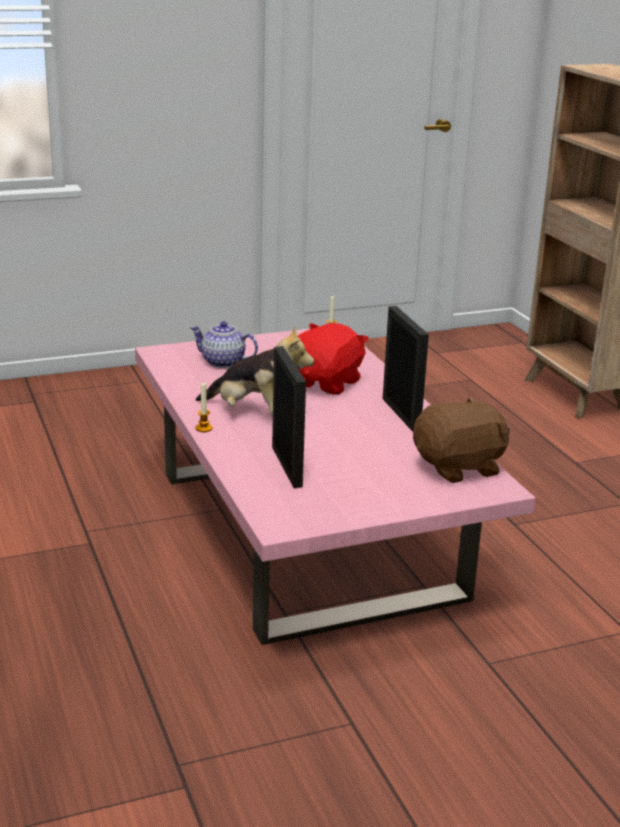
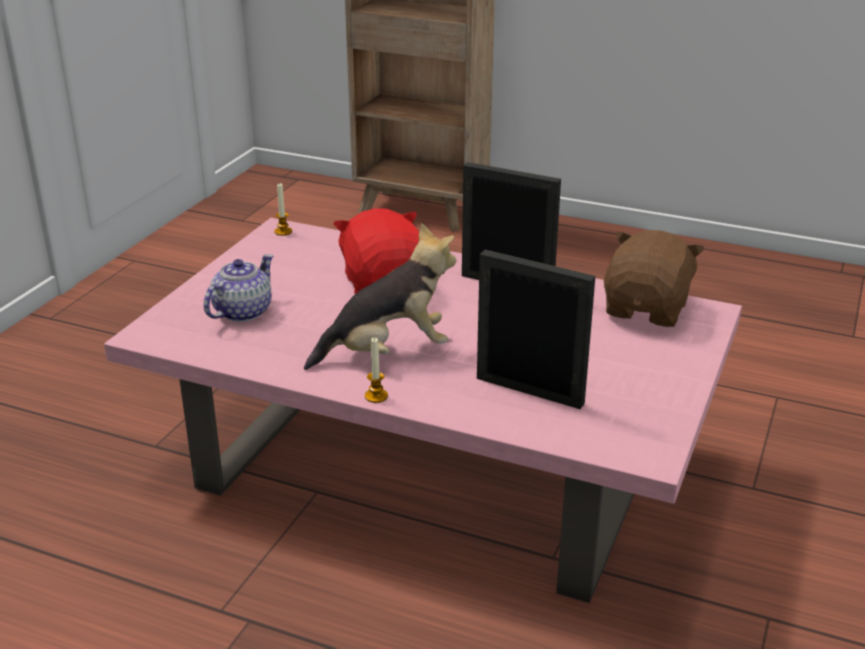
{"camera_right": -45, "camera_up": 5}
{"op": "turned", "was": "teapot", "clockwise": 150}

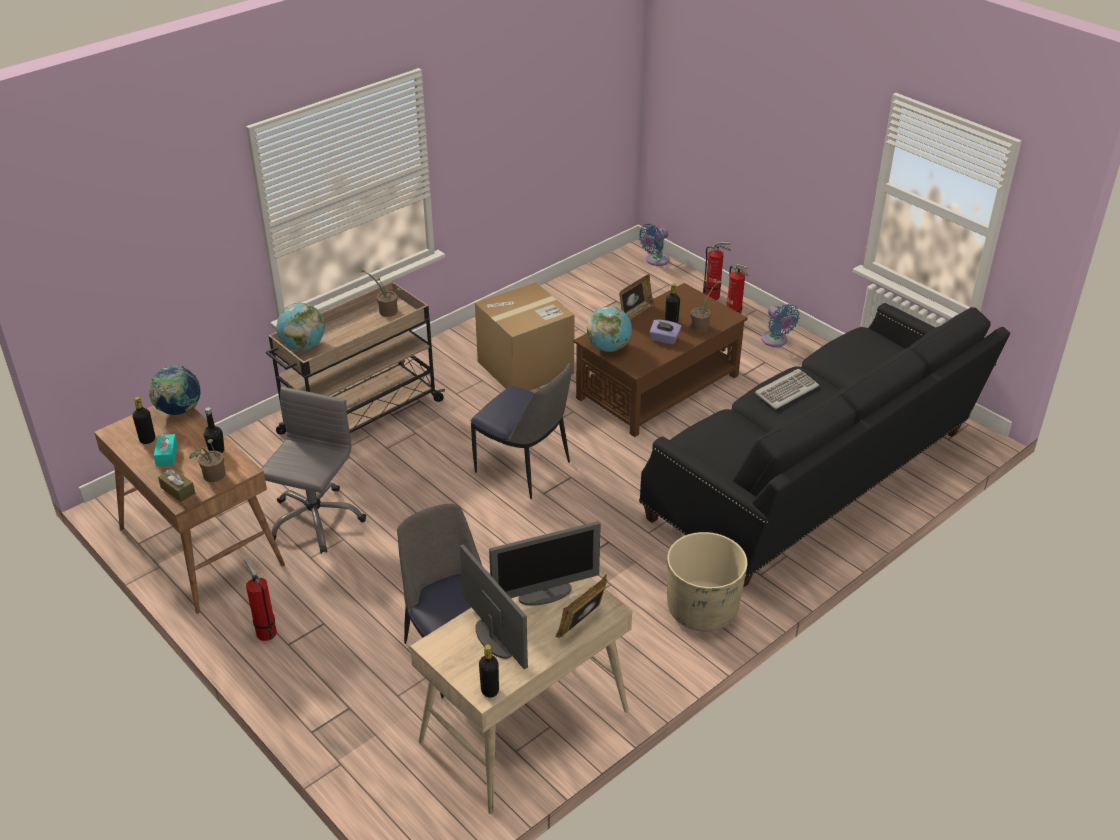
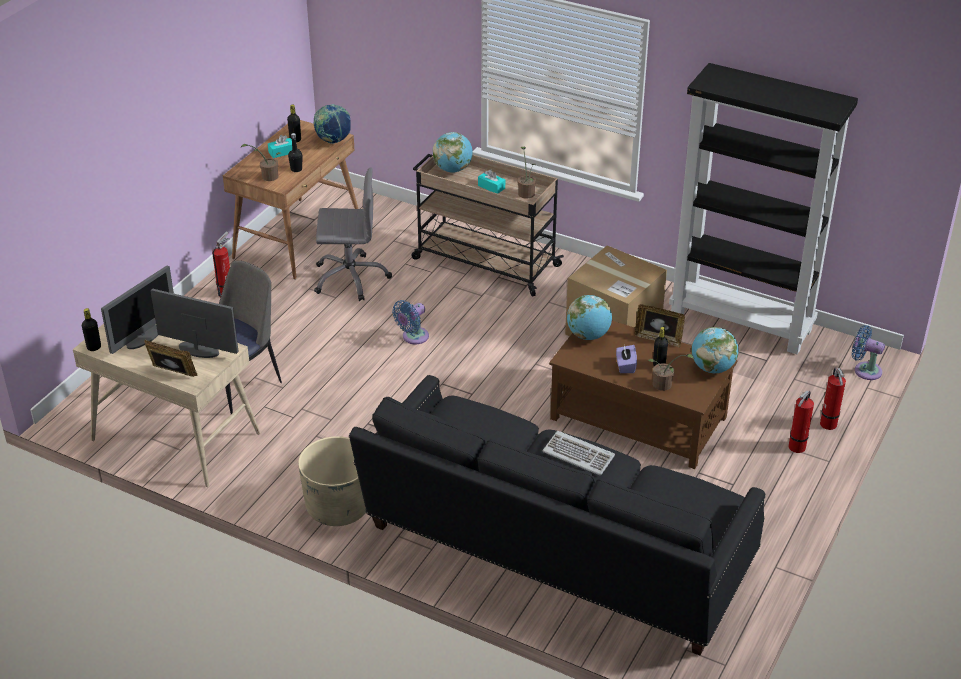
{"camera_right": 70, "camera_up": 0}
{"op": "removed", "was": "tissue box in brownish"}
{"op": "removed", "was": "plain chair (2nd from left)"}
{"op": "turned", "was": "computer screen (2nd from left)", "clockwise": 150}
{"op": "moved", "was": "cooling fan in blue-coloured (2nd from left in the first image)", "now": "cooling fan in blue-coloured (1st from left)"}
{"op": "added", "now": "tissue box in turquoise (2nd from left)"}
{"op": "added", "now": "bookcase in black"}
{"op": "added", "now": "world globe (4th from left)"}

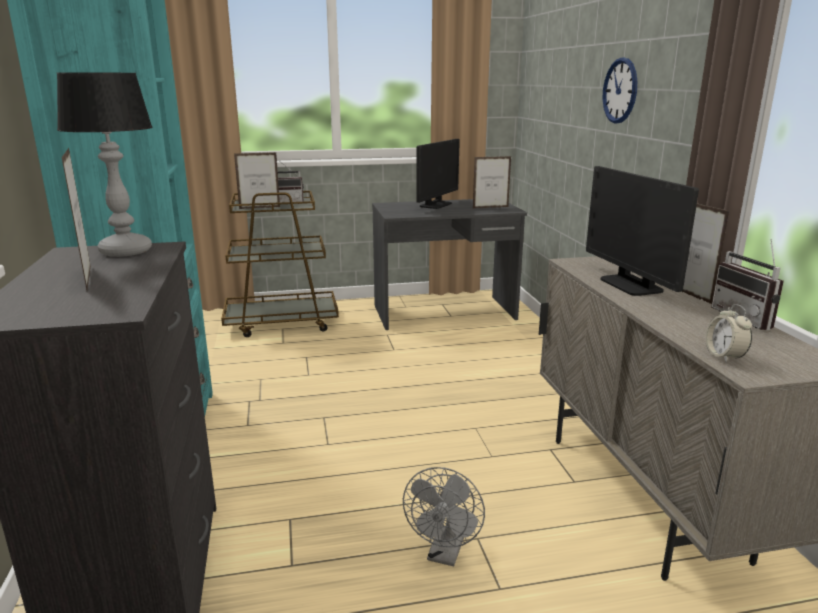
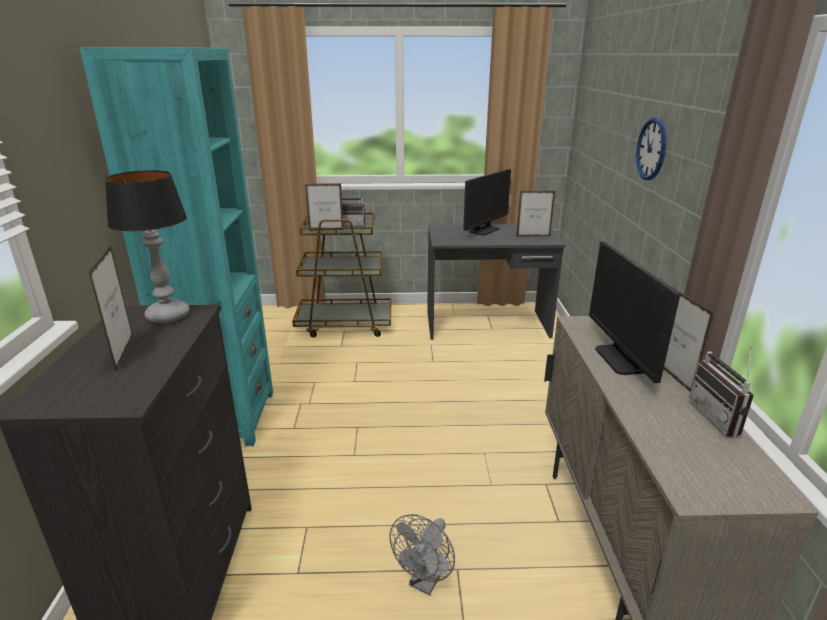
{"camera_right": 10, "camera_up": 5}
{"op": "removed", "was": "table clock"}

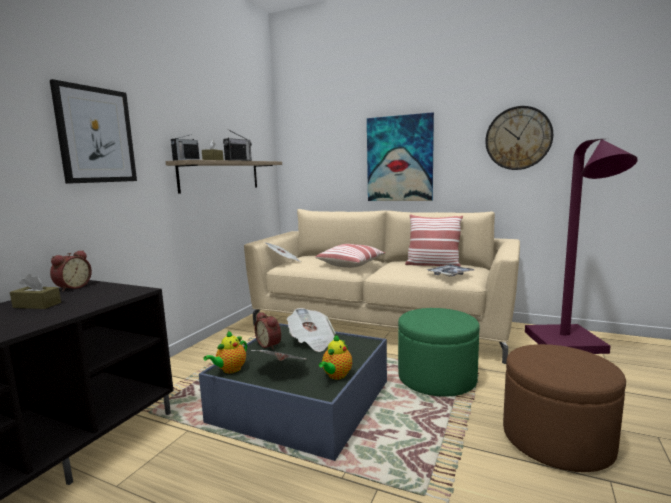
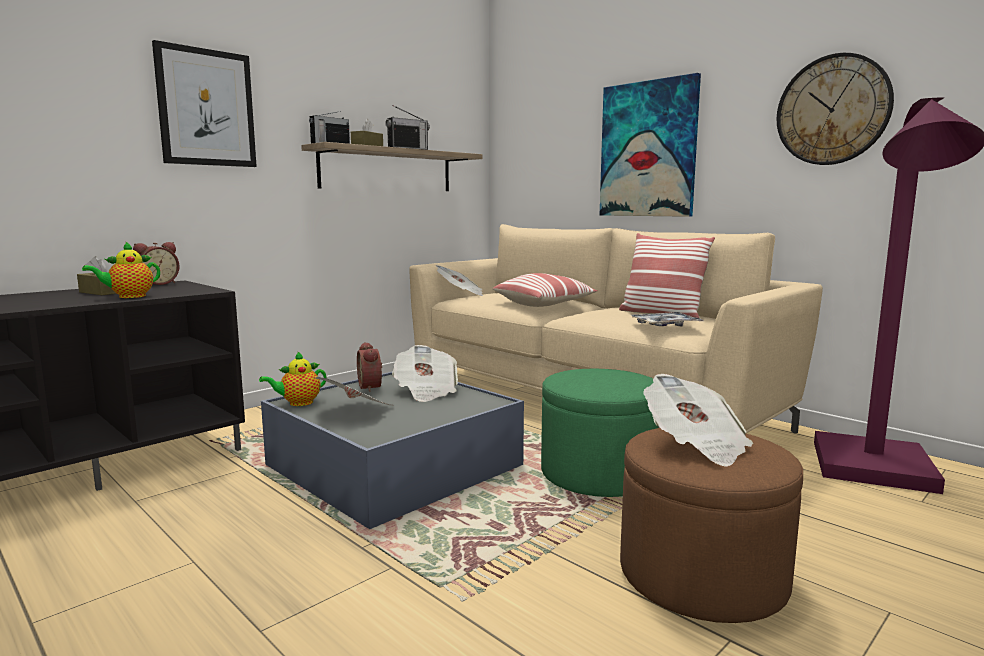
{"camera_right": 20, "camera_up": 0}
{"op": "moved", "was": "teapot (2nd from left in the first image)", "now": "teapot (1st from left)"}
{"op": "added", "now": "printed paper (4th from left)"}

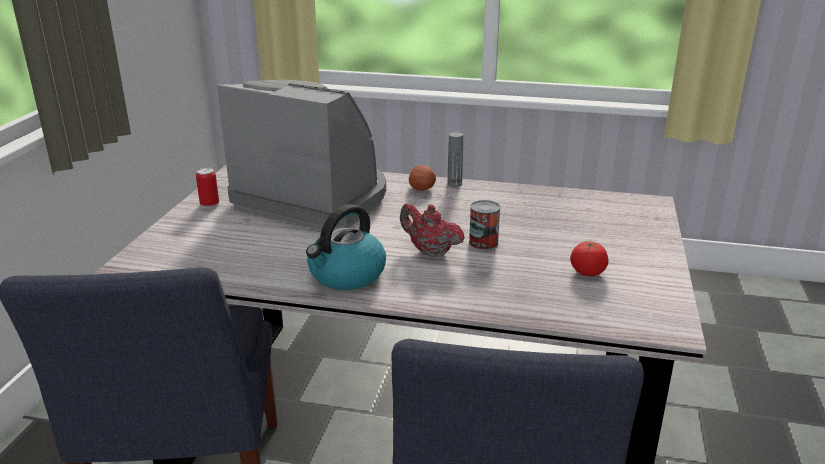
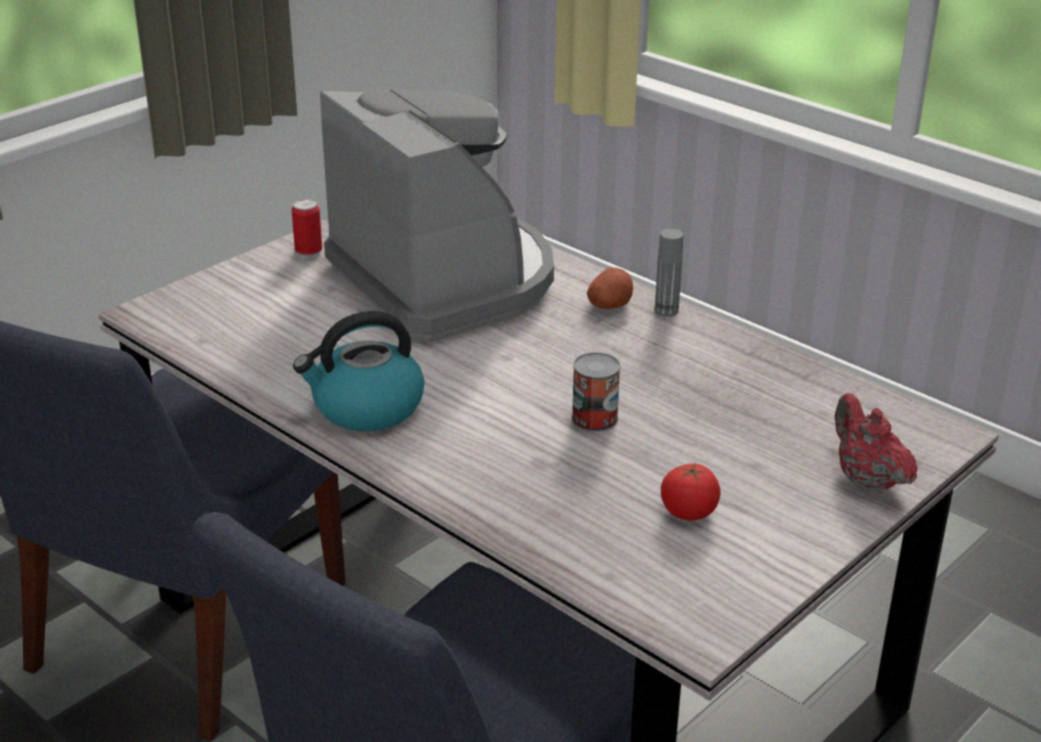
{"camera_right": 30, "camera_up": 5}
{"op": "moved", "was": "teapot in red-coloured"}

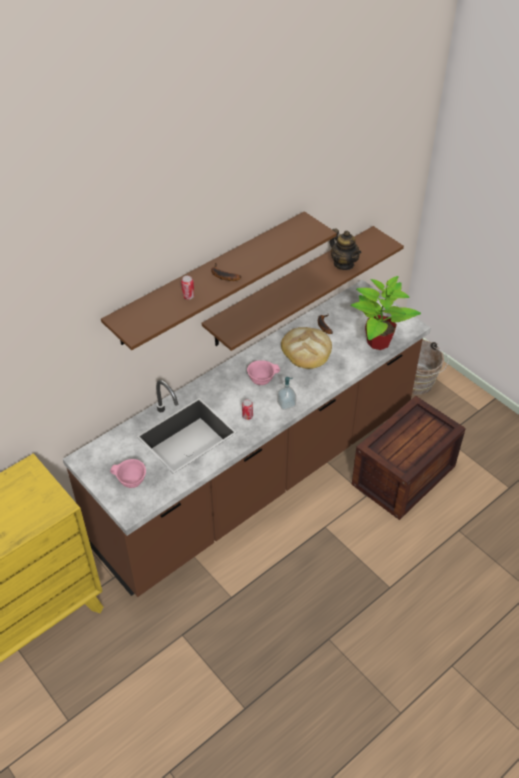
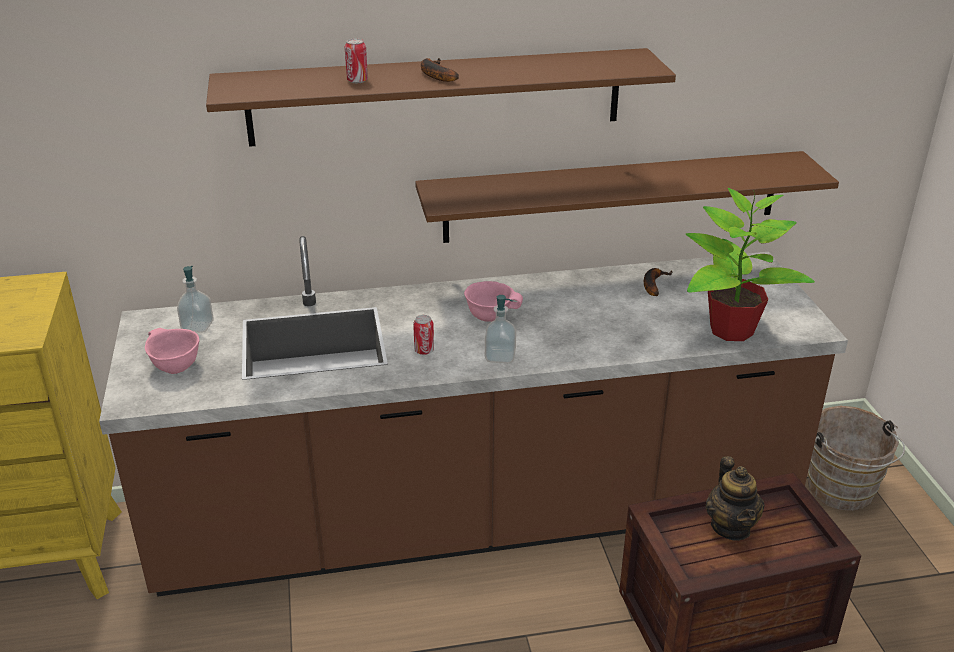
{"camera_right": 30, "camera_up": -15}
{"op": "removed", "was": "bakery bread"}
{"op": "moved", "was": "teapot"}
{"op": "added", "now": "soap dispenser (1st from left)"}

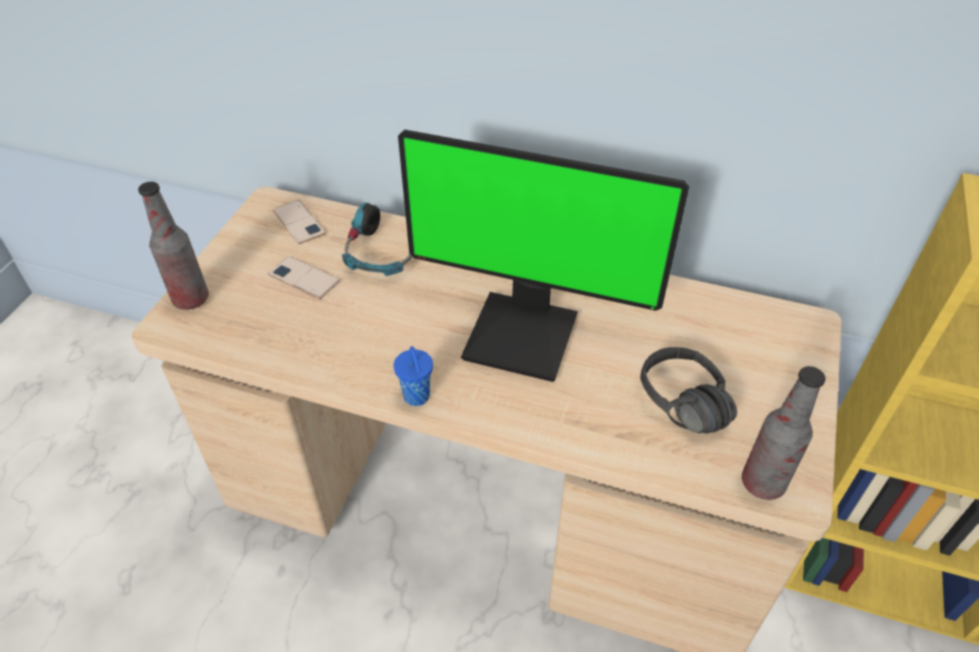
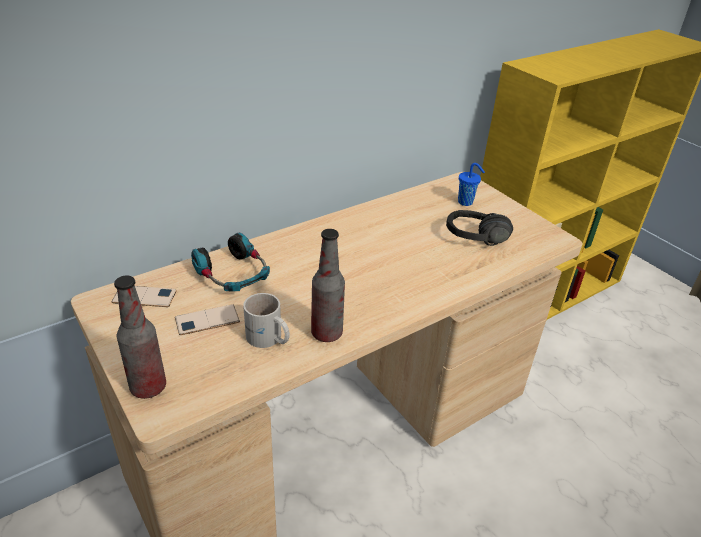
{"camera_right": -55, "camera_up": -10}
{"op": "moved", "was": "cup in blue-coloured"}
{"op": "removed", "was": "computer screen"}
{"op": "moved", "was": "drink bottle (2nd from left)"}
{"op": "added", "now": "coffee mug in whitish"}

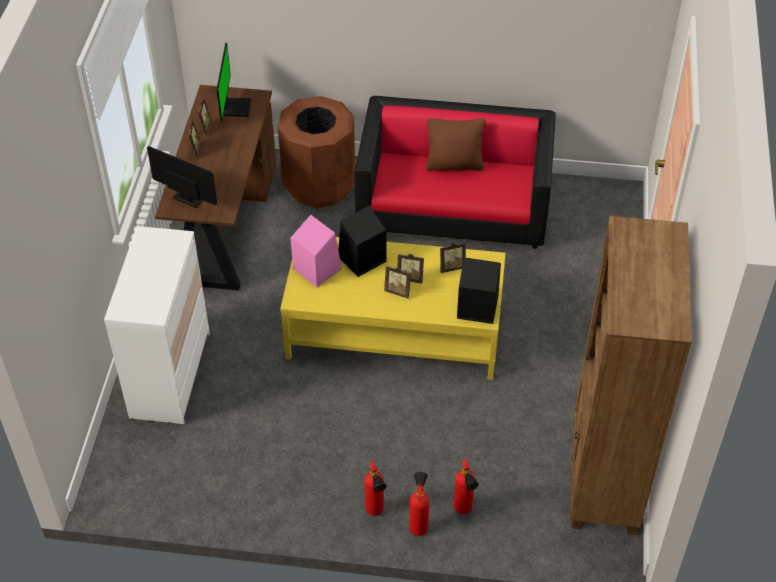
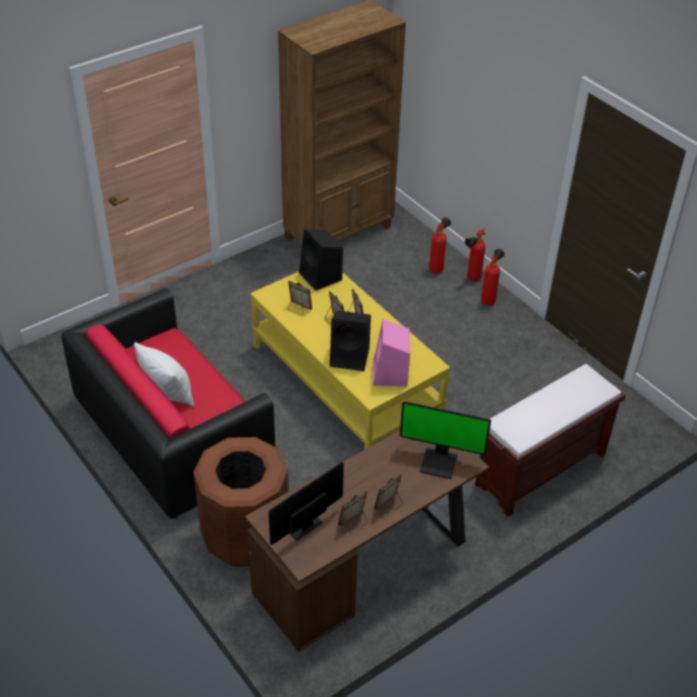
{"camera_right": -135, "camera_up": -5}
{"op": "replaced", "was": "drawer chest in whitish", "now": "long seat in brownish"}
{"op": "turned", "was": "computer screen (1st from left in the first image)", "clockwise": -60}
{"op": "recoloured", "was": "throw pillow in brownish", "now": "throw pillow in whitish"}

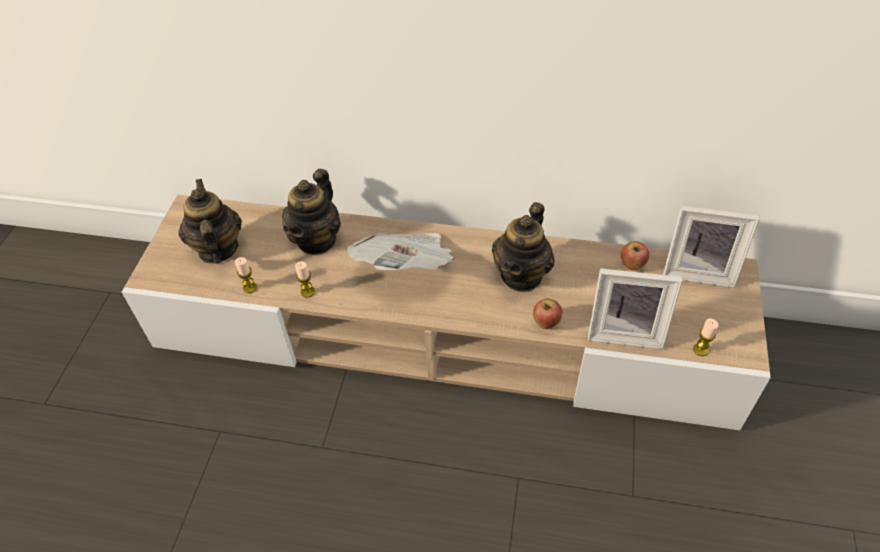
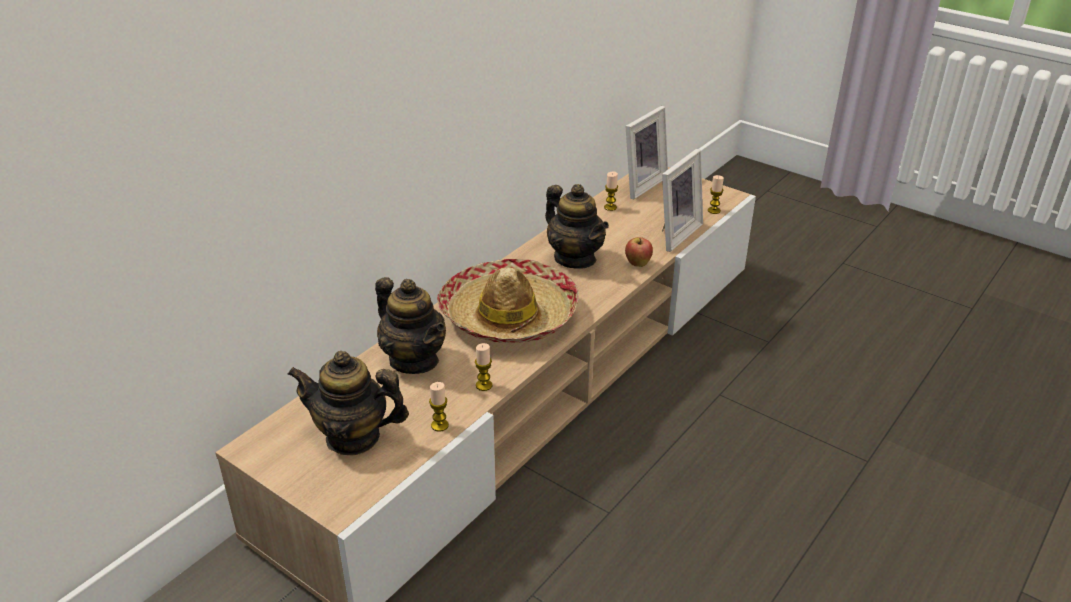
{"camera_right": -65, "camera_up": -15}
{"op": "replaced", "was": "printed paper", "now": "hat"}
{"op": "replaced", "was": "apple fruit (2nd from left)", "now": "wax light (3rd from left)"}

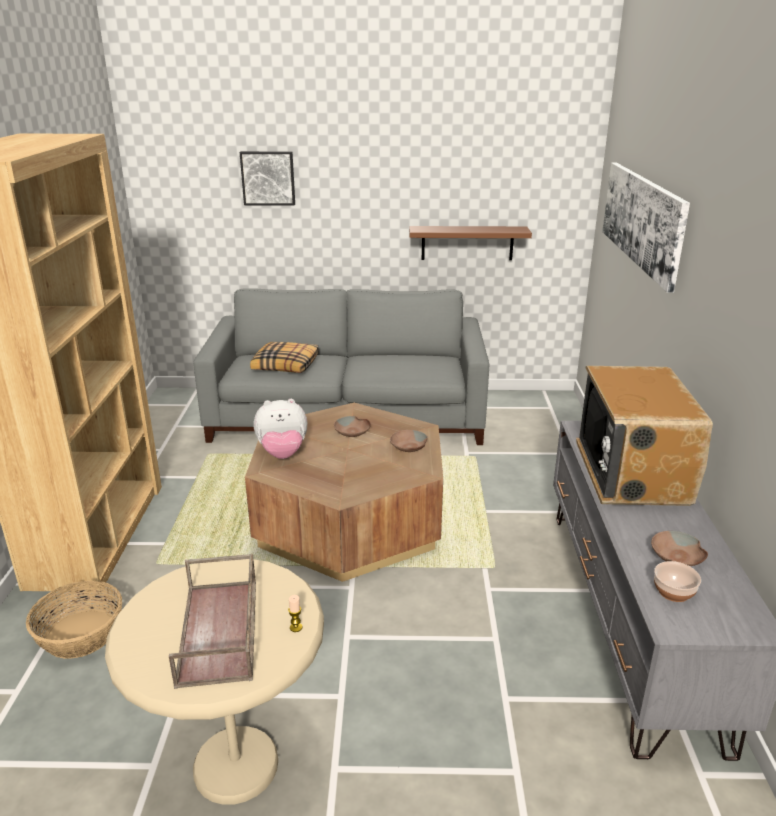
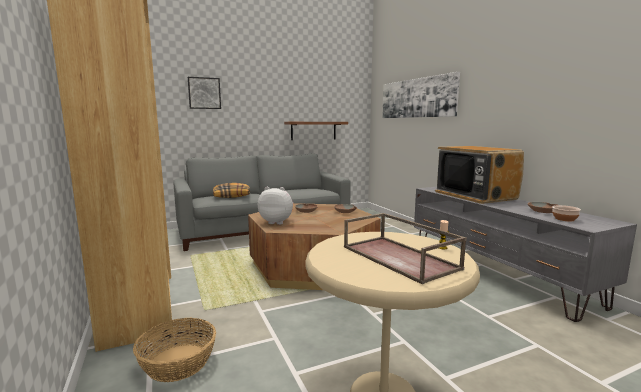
{"camera_right": -25, "camera_up": -15}
{"op": "turned", "was": "plush toy", "clockwise": -135}

